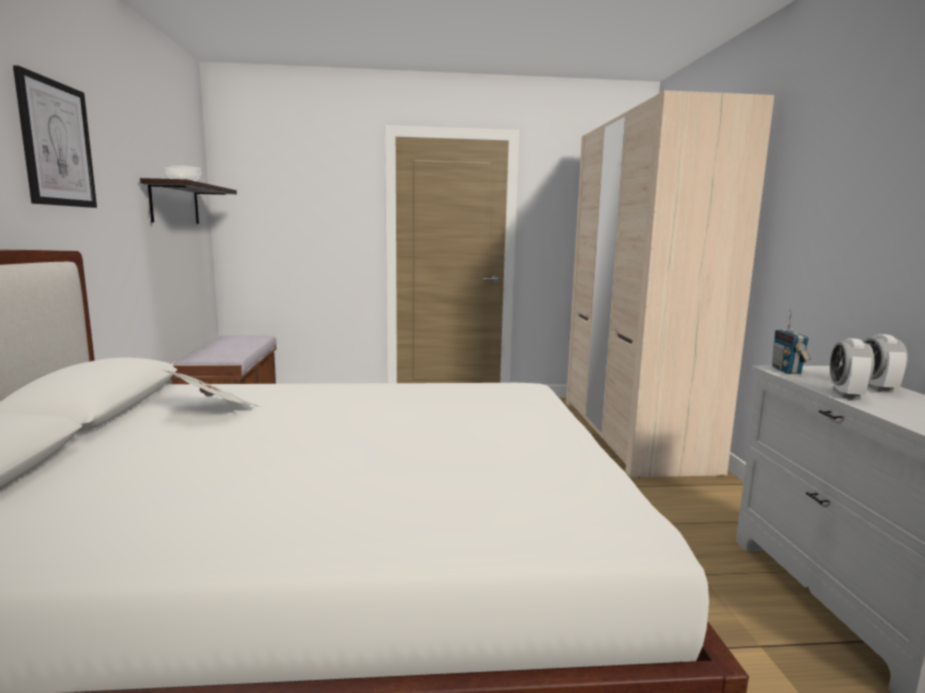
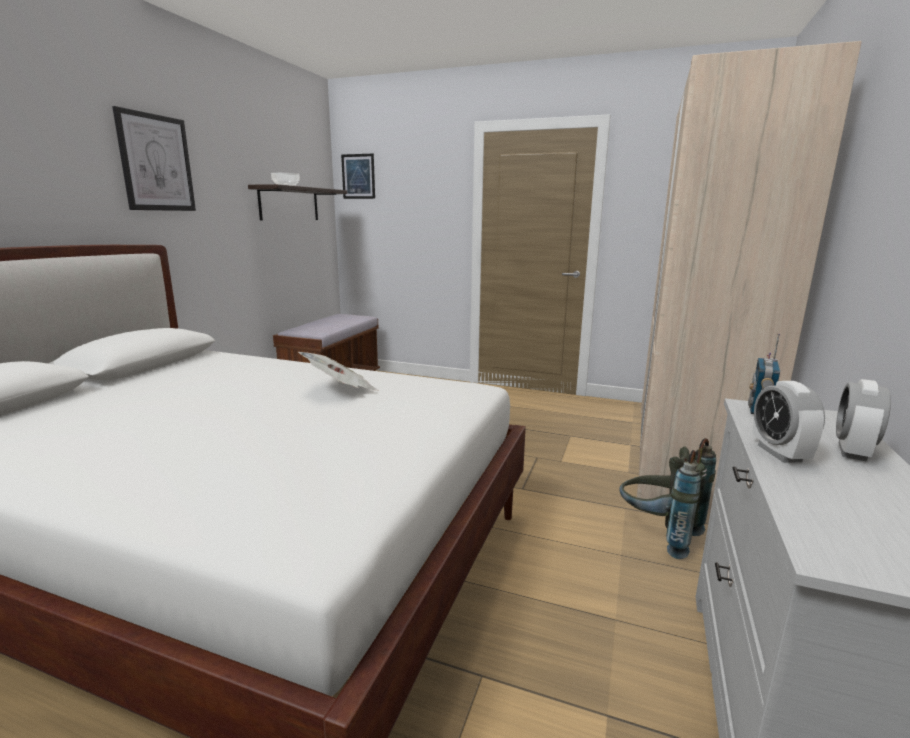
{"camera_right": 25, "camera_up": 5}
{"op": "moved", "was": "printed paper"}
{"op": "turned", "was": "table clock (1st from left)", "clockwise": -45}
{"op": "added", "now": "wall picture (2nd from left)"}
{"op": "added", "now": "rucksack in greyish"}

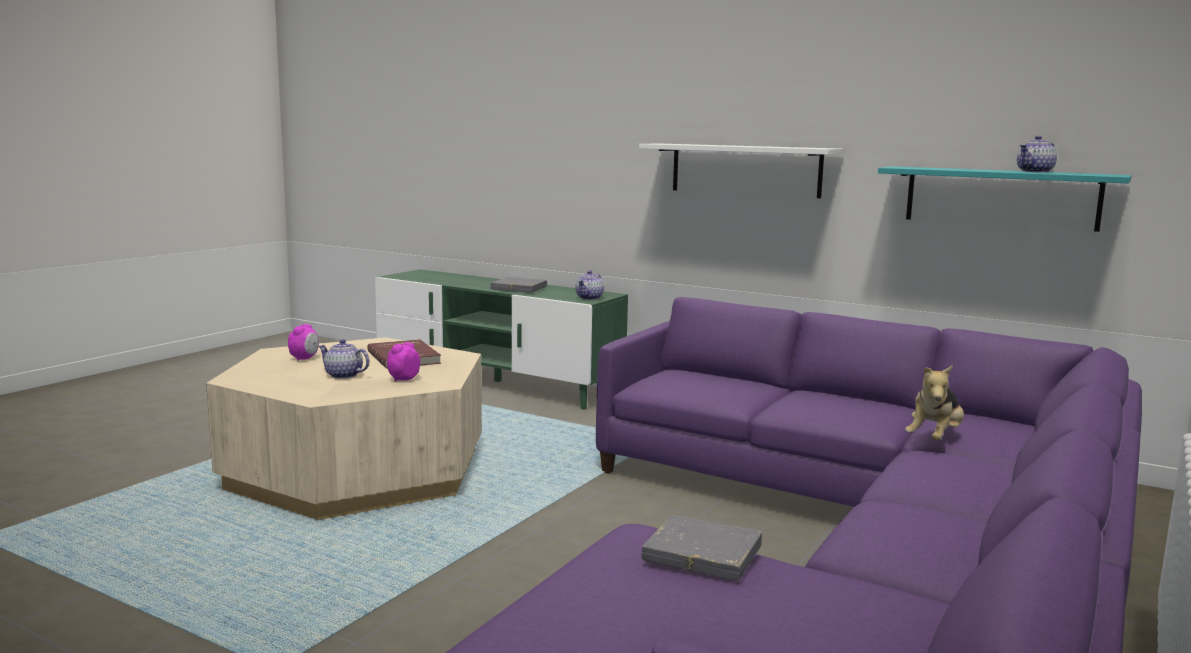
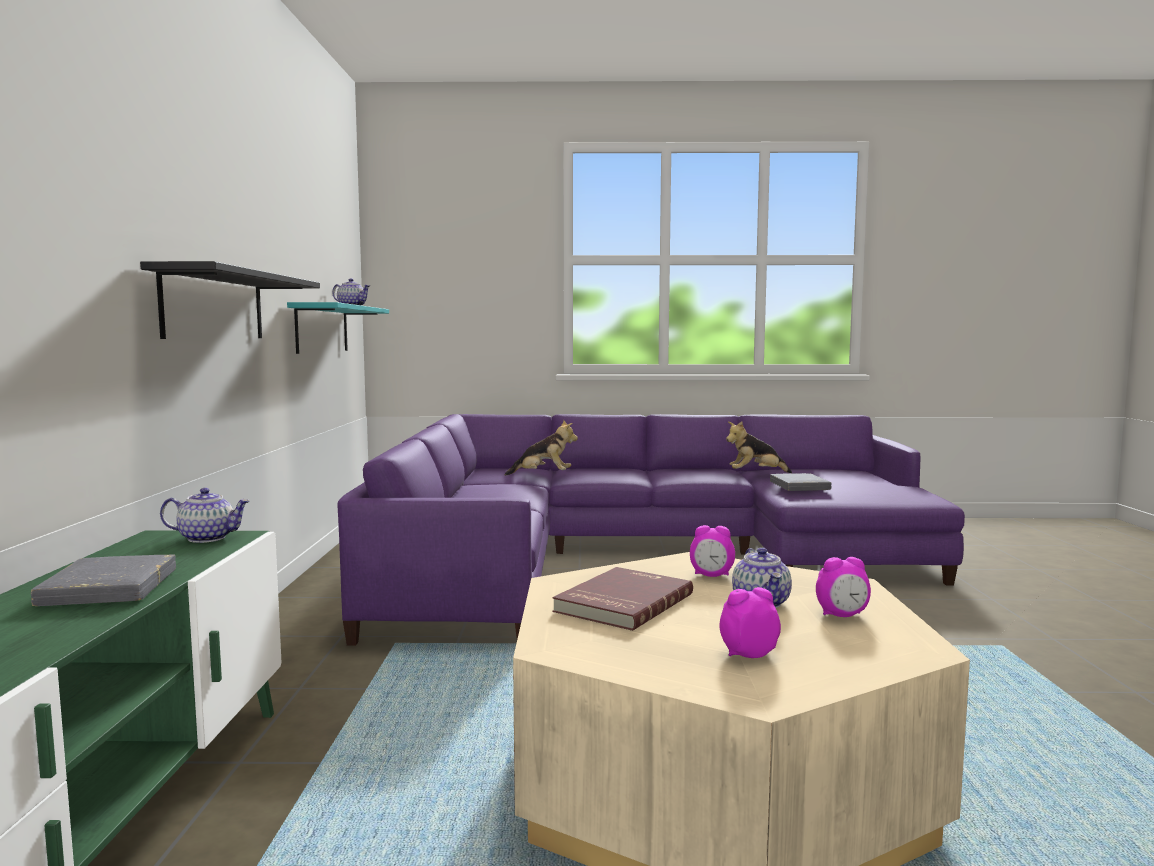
{"camera_right": -120, "camera_up": -5}
{"op": "recoloured", "was": "shelf in whitish", "now": "shelf in black"}
{"op": "added", "now": "plush toy (2nd from left)"}
{"op": "added", "now": "table clock (3rd from left)"}

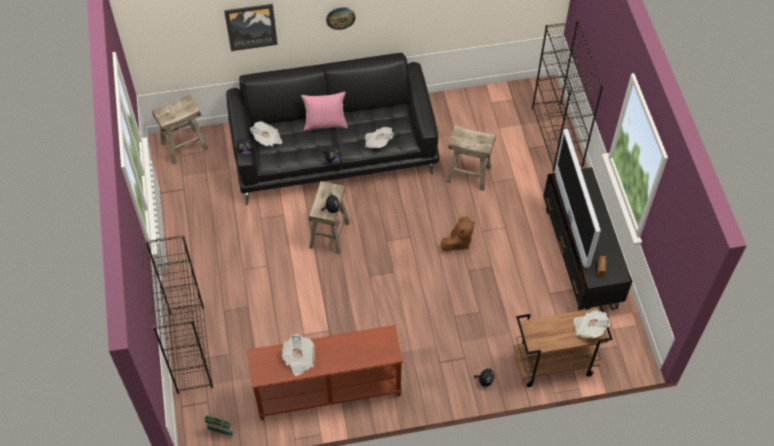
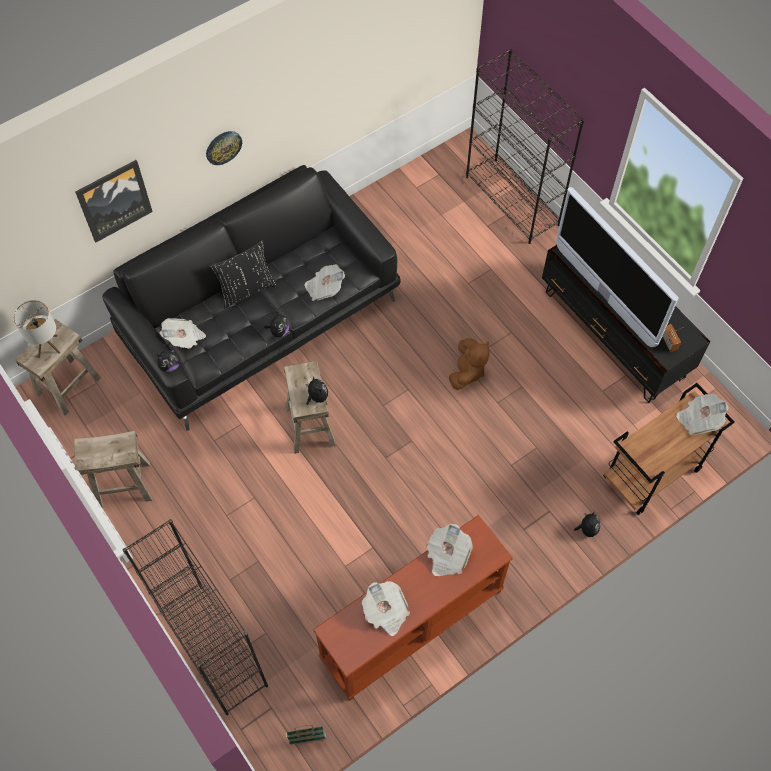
{"camera_right": -25, "camera_up": 5}
{"op": "recoloured", "was": "throw pillow in pink", "now": "throw pillow in black"}
{"op": "moved", "was": "stool seat in beige-coloured (3rd from left in the first image)", "now": "stool seat in beige-coloured (2nd from left)"}
{"op": "added", "now": "lamp for a table"}
{"op": "added", "now": "printed paper (4th from left)"}

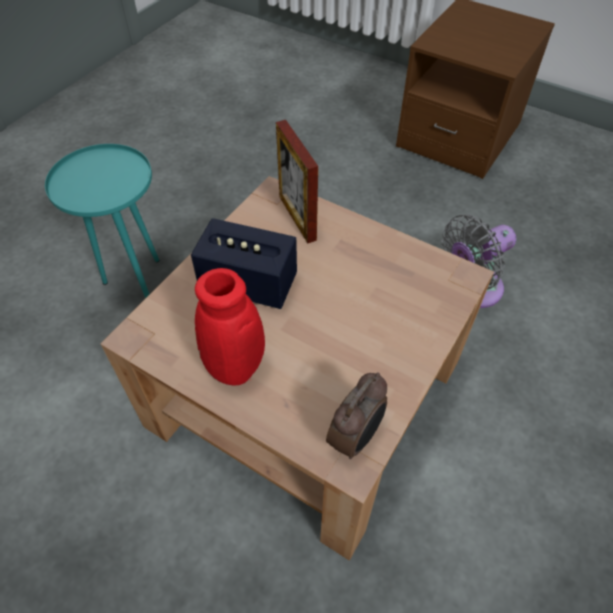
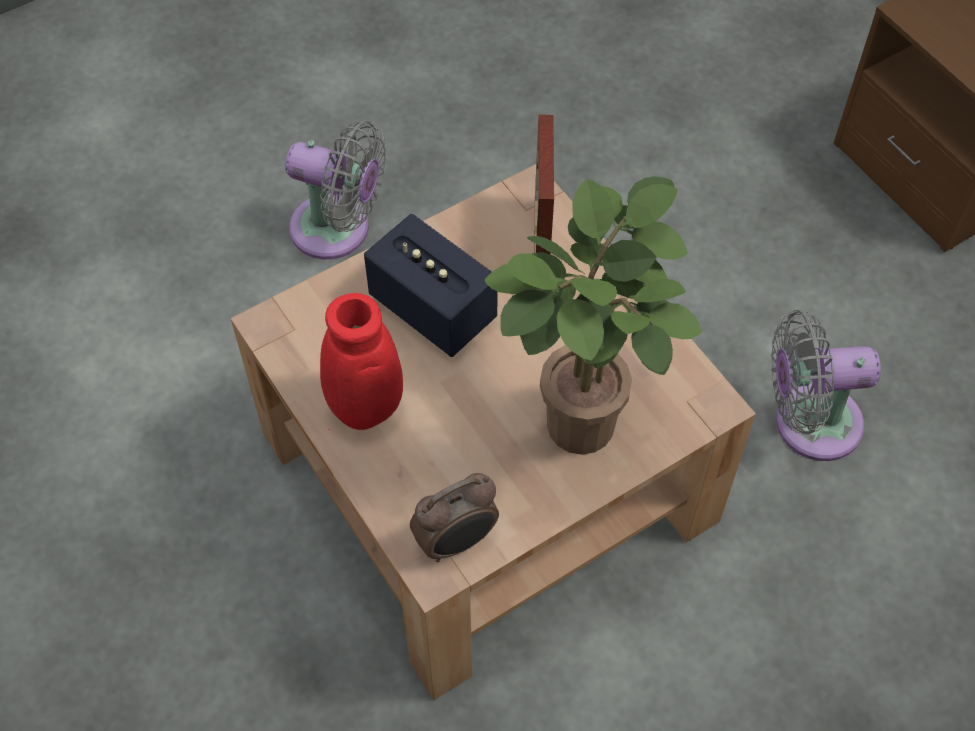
{"camera_right": 25, "camera_up": 5}
{"op": "replaced", "was": "end table in turquoise", "now": "cooling fan in greyish (1st from left)"}
{"op": "added", "now": "plant in a pot"}

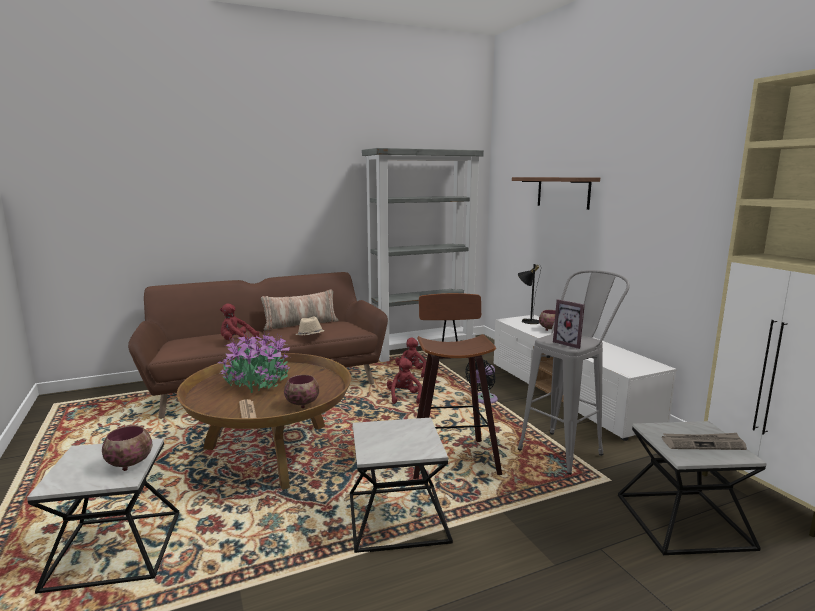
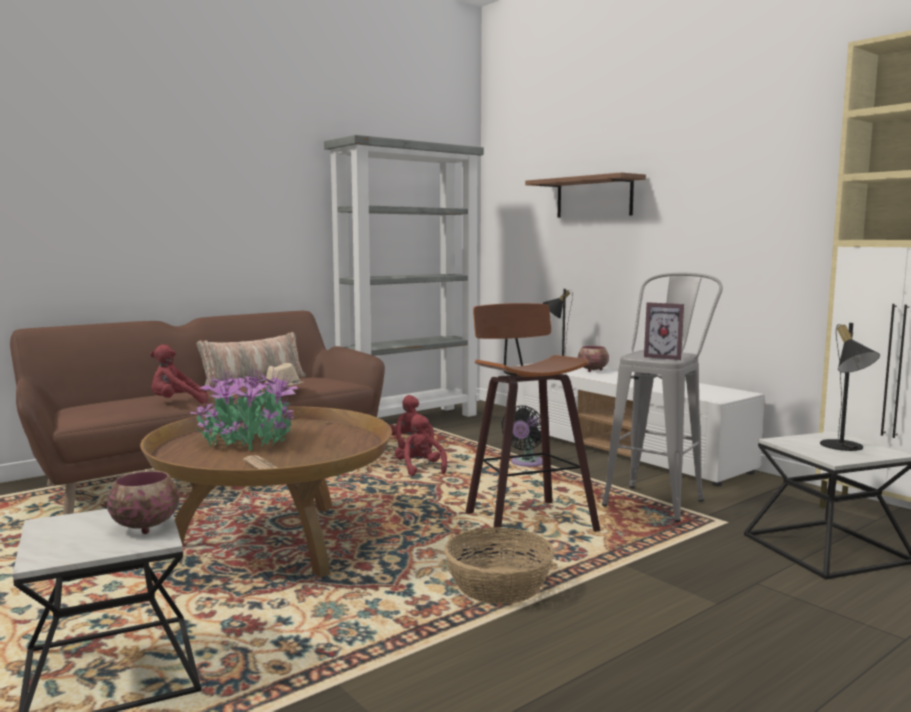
{"camera_right": -15, "camera_up": -5}
{"op": "removed", "was": "serving bowl (2nd from left)"}
{"op": "replaced", "was": "end table (2nd from left)", "now": "storage basket"}
{"op": "replaced", "was": "printed paper (2nd from left)", "now": "lamp for a table in black (2nd from left)"}

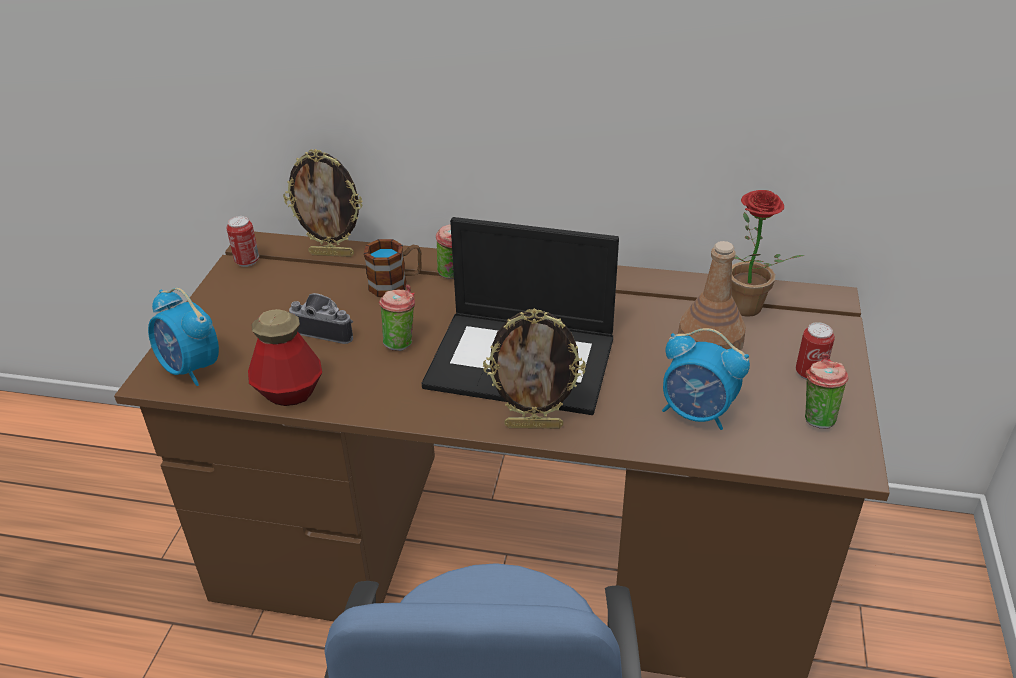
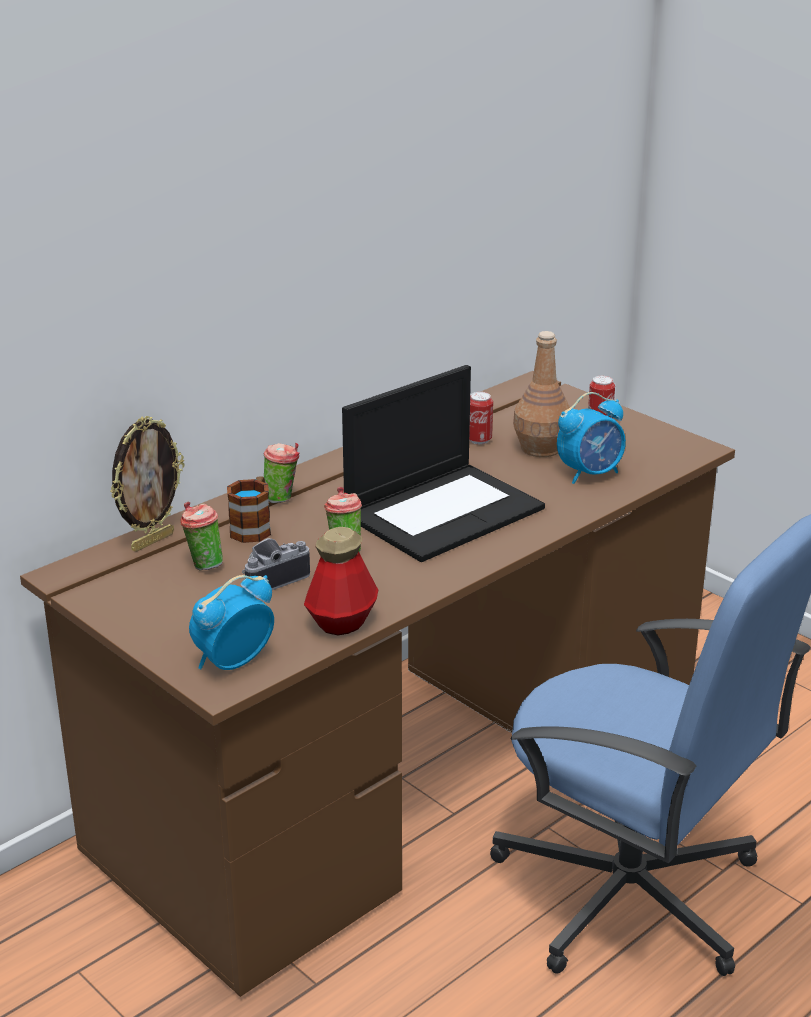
{"camera_right": -55, "camera_up": -10}
{"op": "turned", "was": "table clock (1st from left)", "clockwise": 150}
{"op": "moved", "was": "can (1st from left)"}
{"op": "removed", "was": "picture frame (2nd from left)"}
{"op": "removed", "was": "plant in a pot"}
{"op": "moved", "was": "cup (3rd from left in the first image)", "now": "cup (1st from left)"}

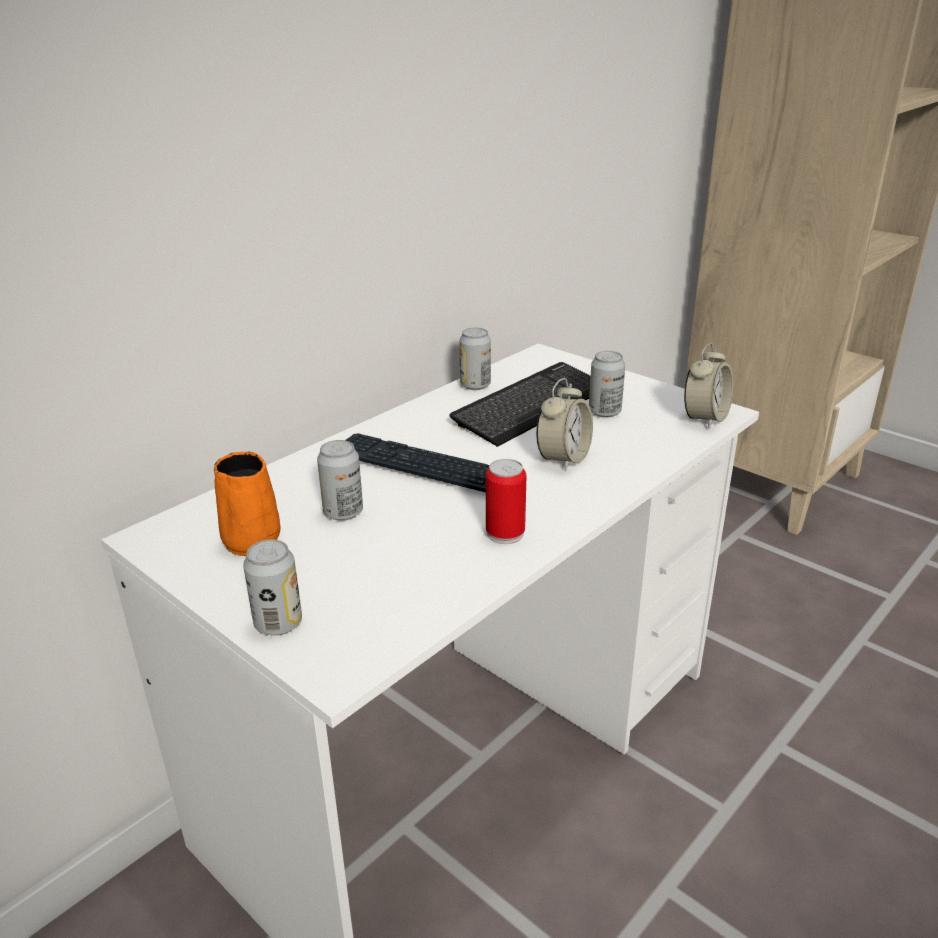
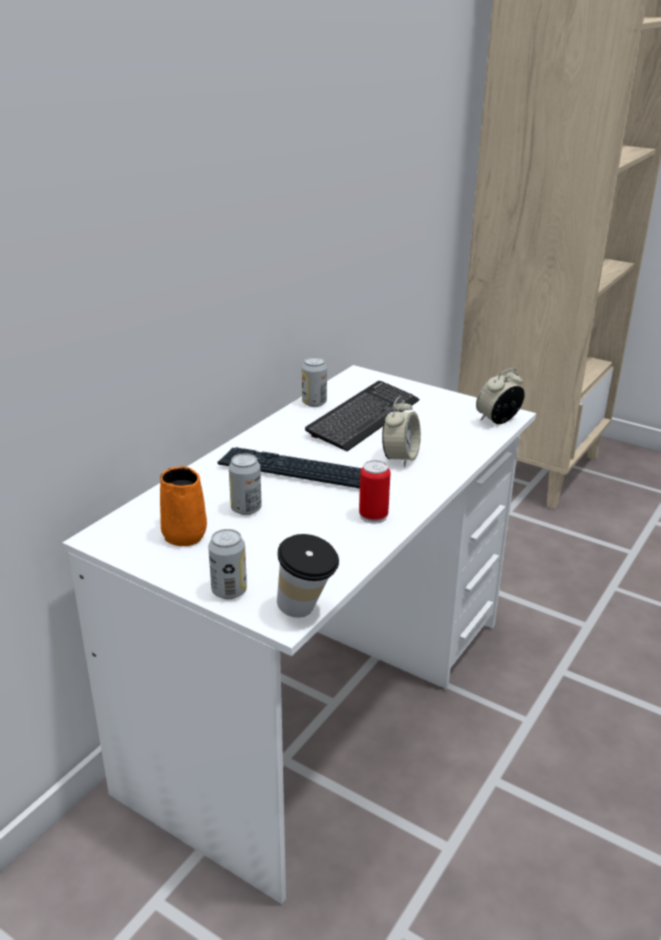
{"camera_right": -10, "camera_up": 0}
{"op": "removed", "was": "can (5th from left)"}
{"op": "turned", "was": "table clock (2nd from left)", "clockwise": -150}
{"op": "added", "now": "cup"}

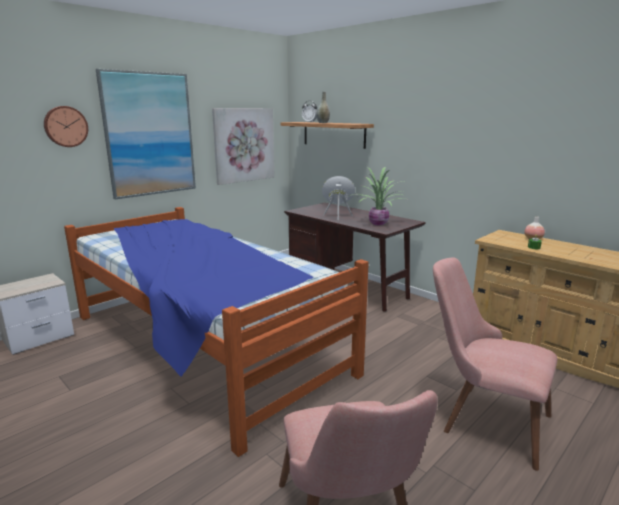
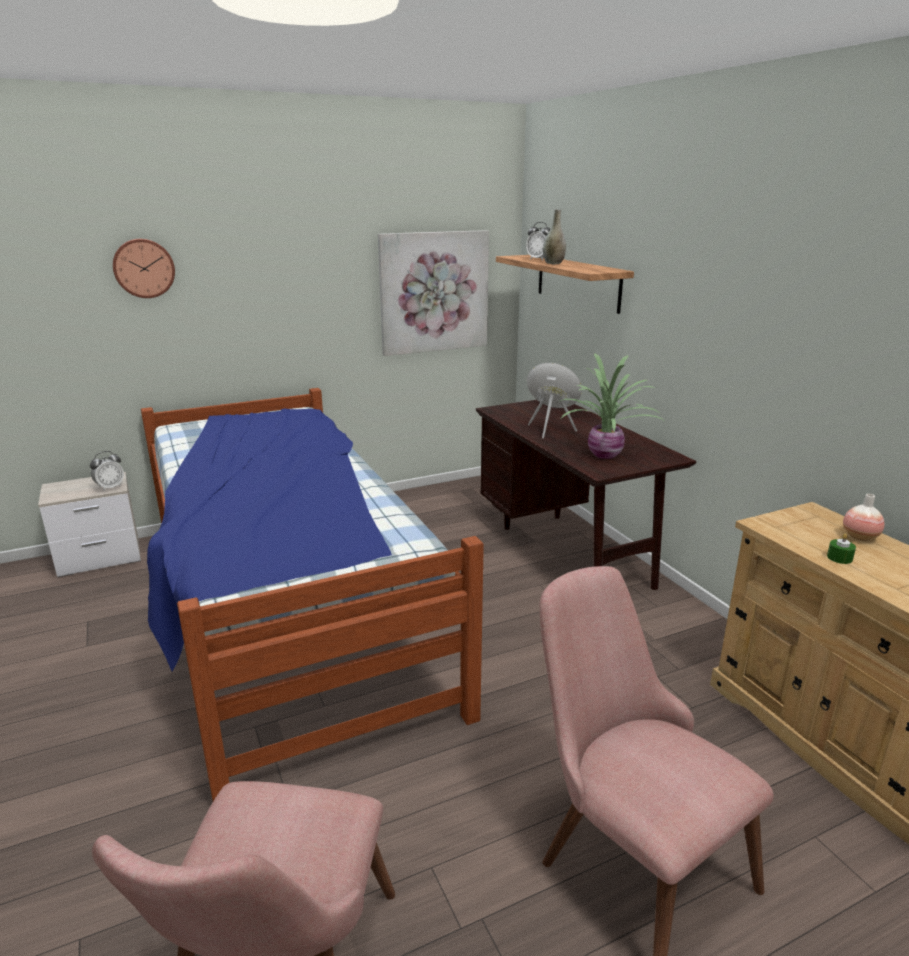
{"camera_right": 20, "camera_up": 5}
{"op": "removed", "was": "wall picture (1st from left)"}
{"op": "added", "now": "table clock (1st from left)"}

